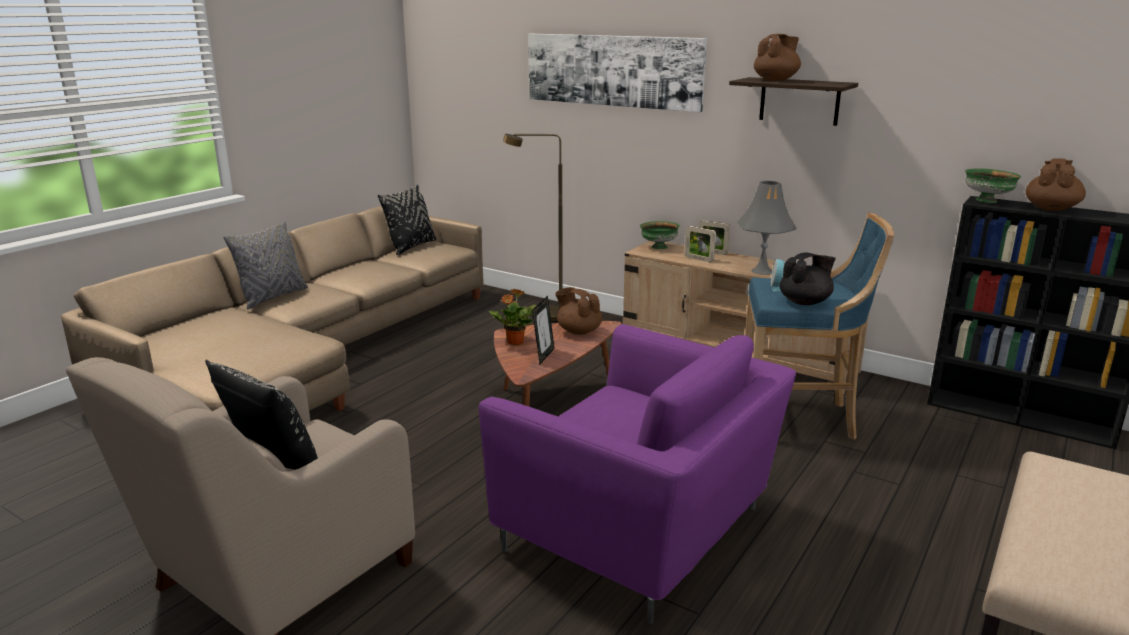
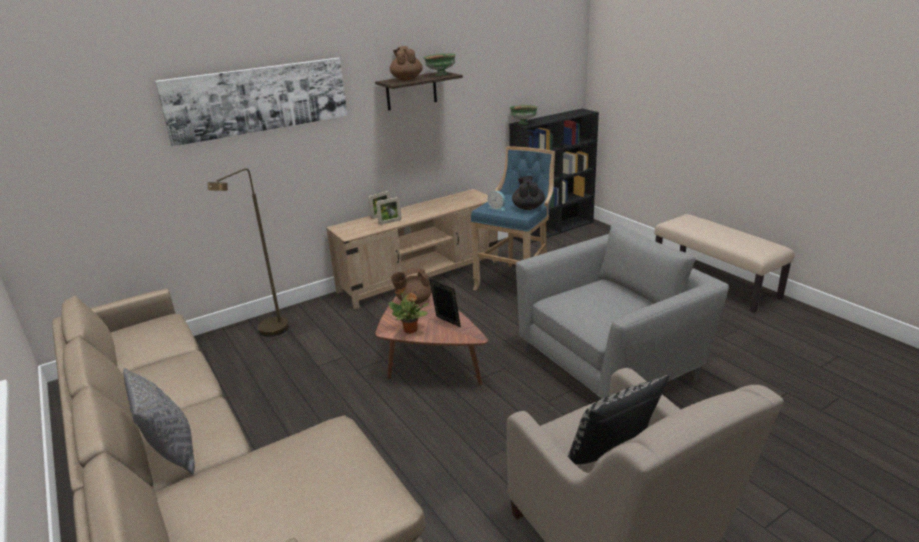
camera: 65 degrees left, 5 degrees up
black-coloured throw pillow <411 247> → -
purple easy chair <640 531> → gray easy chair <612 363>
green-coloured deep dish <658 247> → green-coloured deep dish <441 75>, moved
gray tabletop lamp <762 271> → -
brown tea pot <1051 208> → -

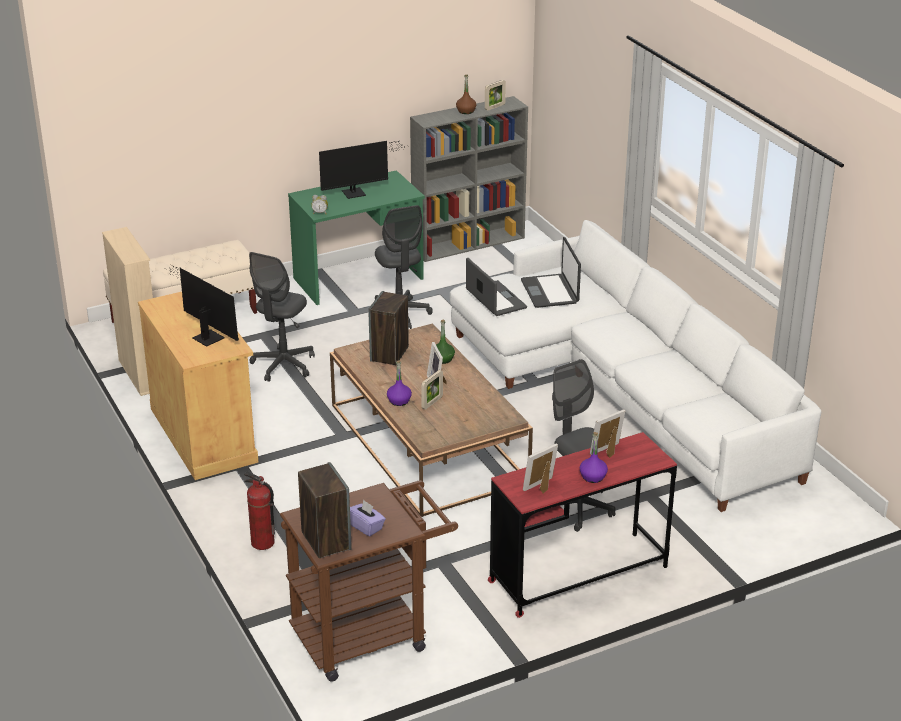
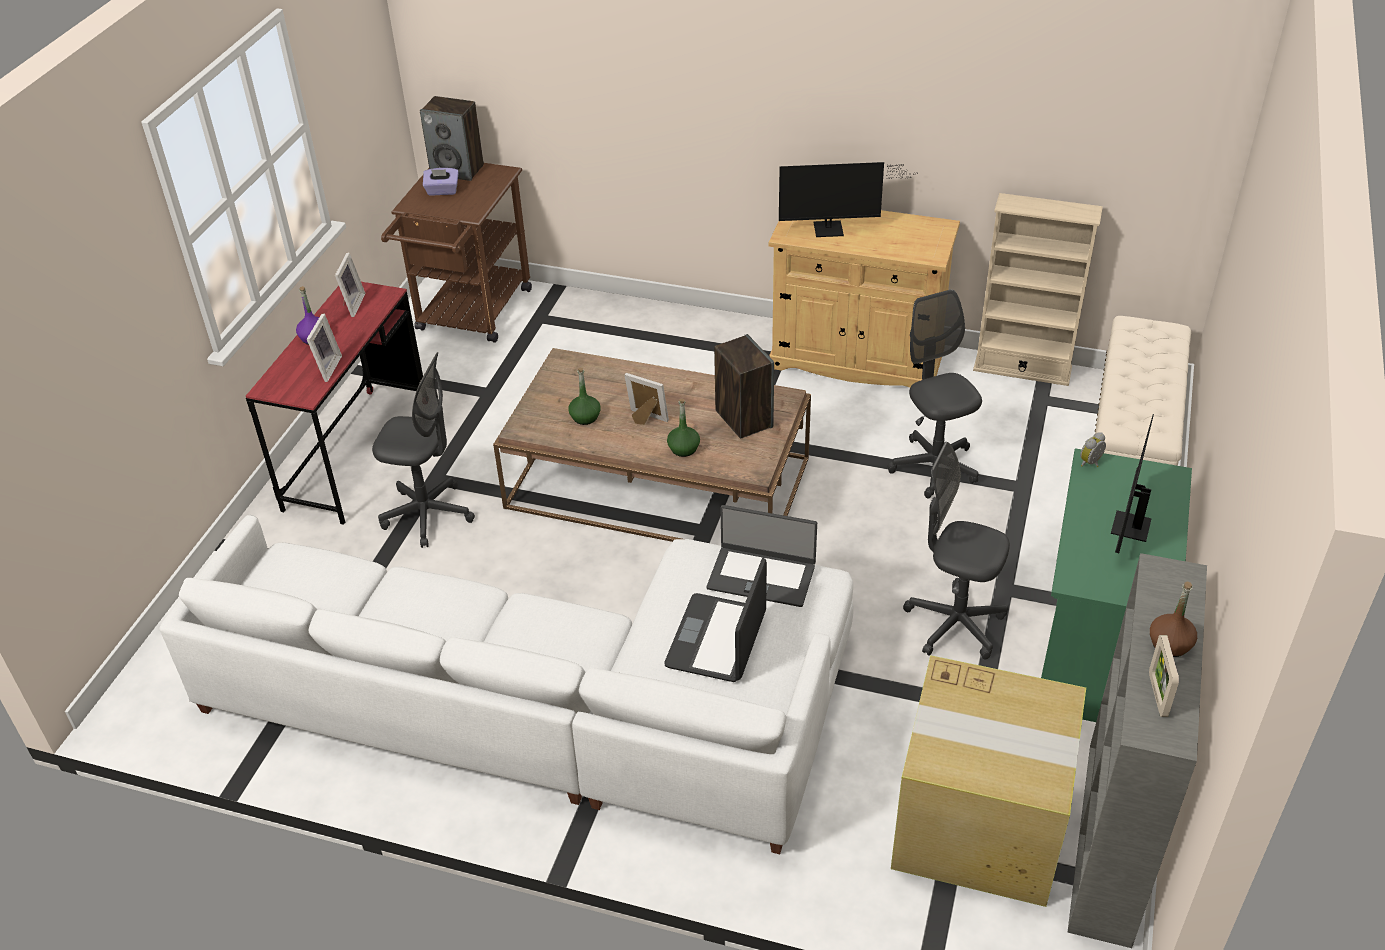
camera: 135 degrees right, 10 degrees up
fire extinguisher <262 543> → -
purple beverage bottle <399 401> → -
photo frame <432 402> → -
portable computer <550 292> → portable computer <717 639>, 105 degrees counterclockwise
- → green-coloured beverage bottle <585 417>
- → cardboard box <981 824>

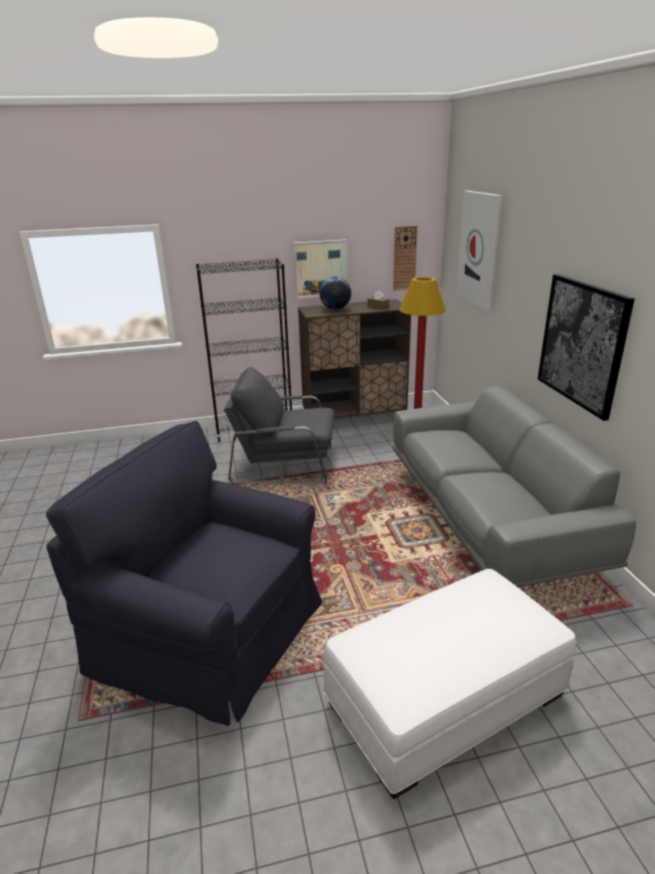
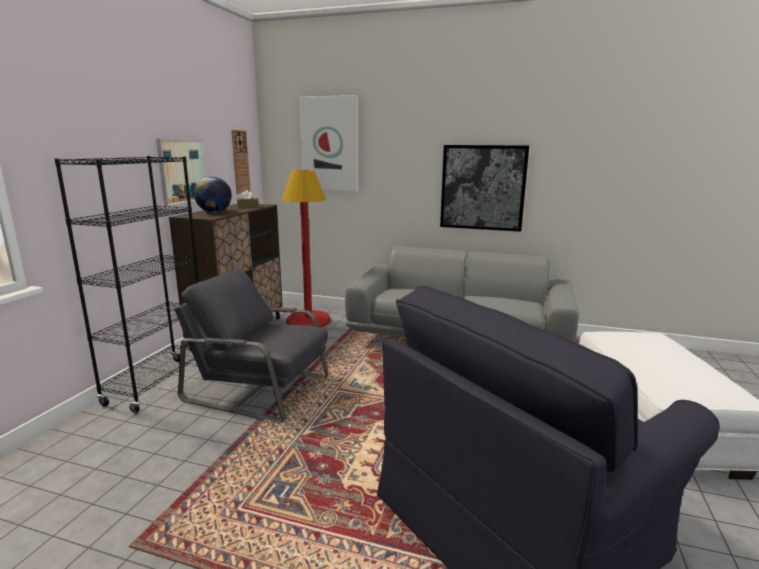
camera: 60 degrees left, 10 degrees down
gray easy chair <285 464> → gray easy chair <259 388>, 75 degrees clockwise

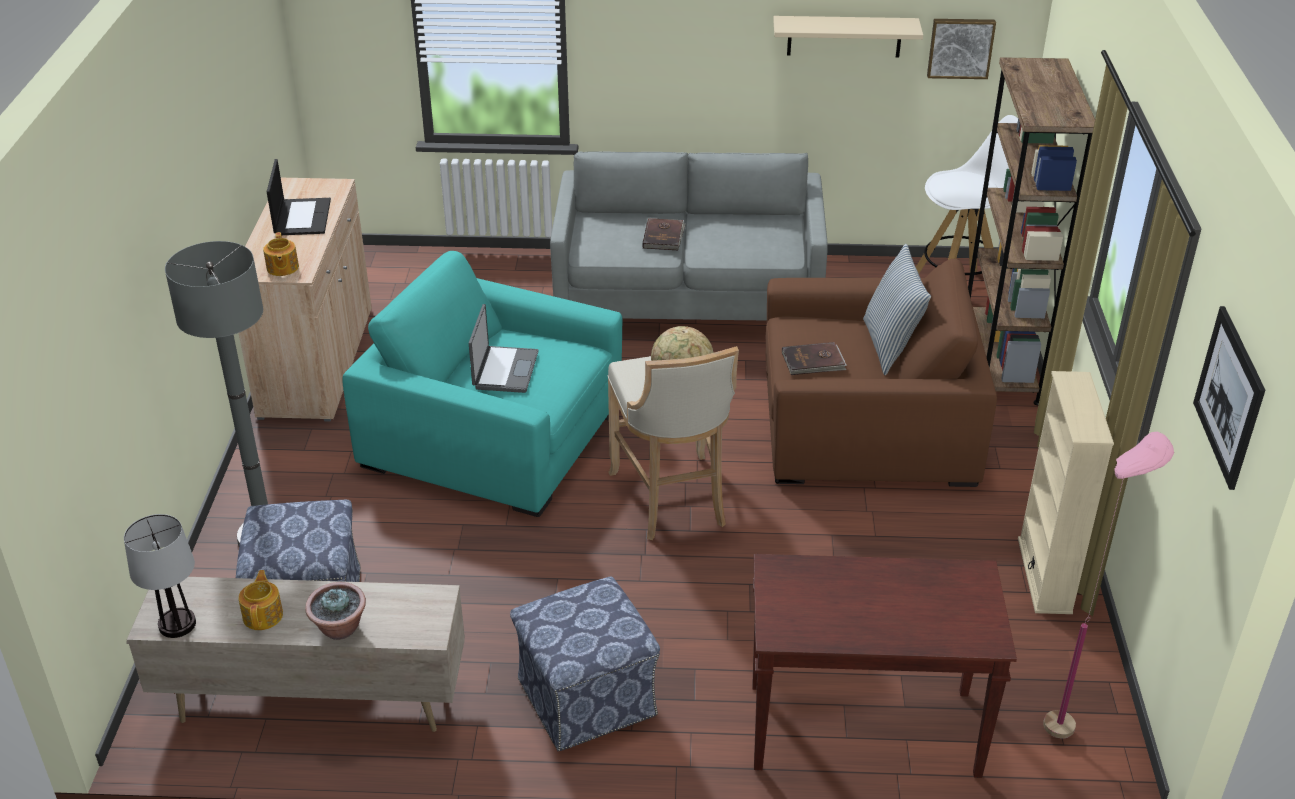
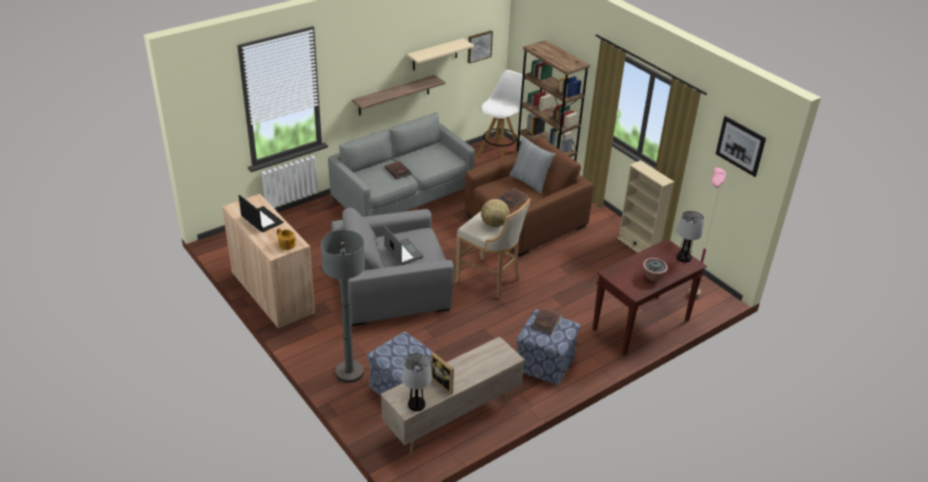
camera: 40 degrees left, 0 degrees up
tea pot <263 615> → photo frame <444 384>
potted plant <340 629> → potted plant <653 277>, moved
blue-green easy chair <494 436> → gray easy chair <391 288>
- → wall shelf <394 95>
- → brown bound book <546 322>
- → tabletop lamp <684 257>

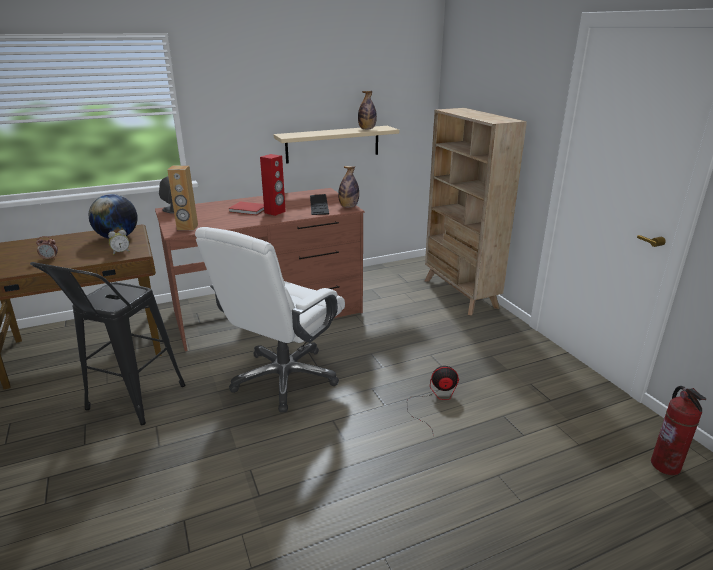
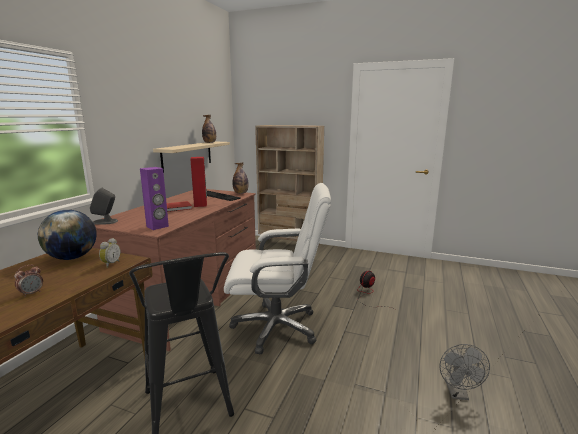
camera: 45 degrees left, 10 degrees down
brown speaker <187 227> → purple speaker <157 226>
white-coloured office chair <284 378> → white-coloured office chair <277 327>, 75 degrees counterclockwise
fire extinguisher <666 465> → -
- → gray electric fan <458 393>

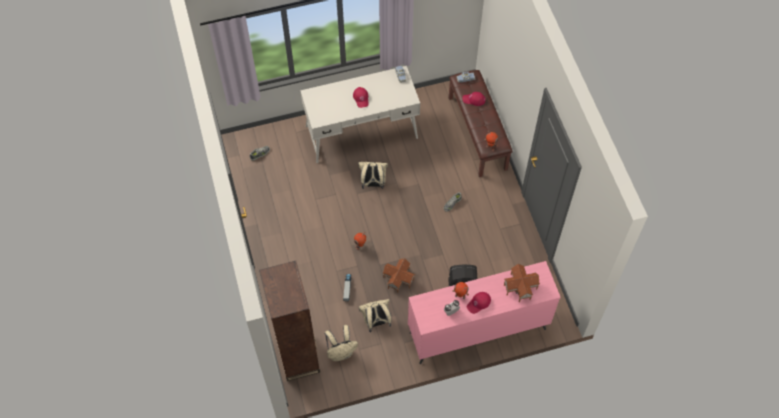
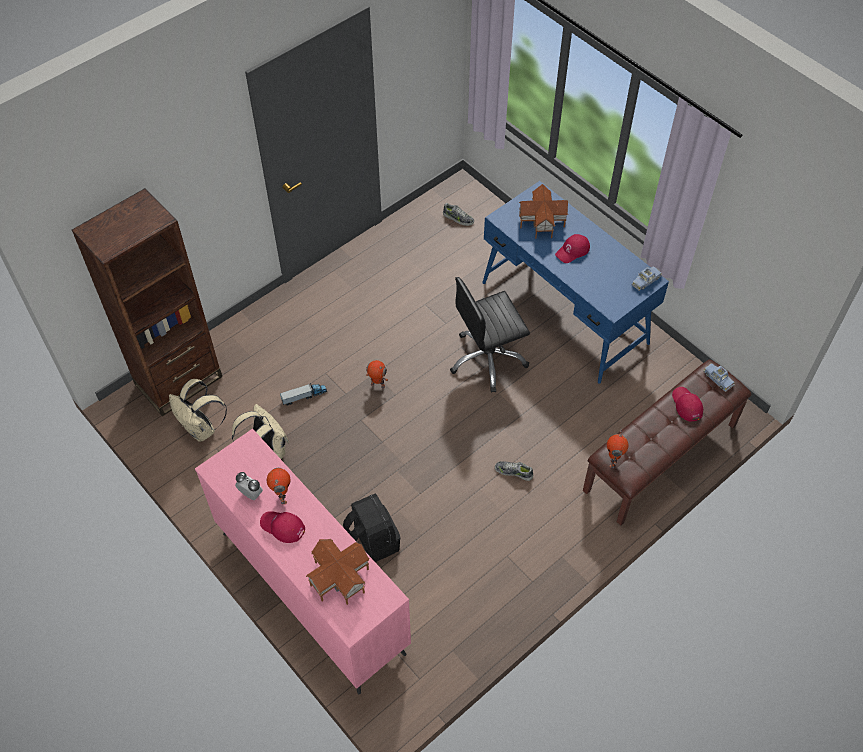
camera: 65 degrees right, 5 degrees down
white-coloured desk unit <362 132> → bluish desk unit <564 313>
beige knapsack <373 184> → black-coloured office chair <488 359>
miniature house <398 279> → miniature house <541 221>, moved

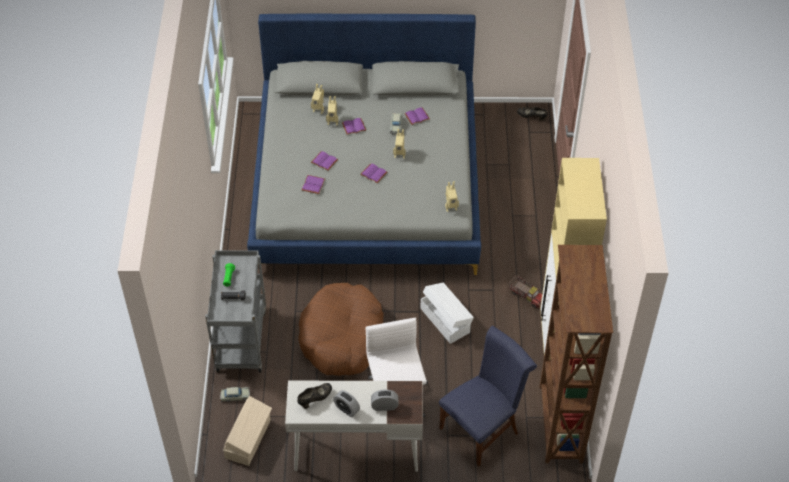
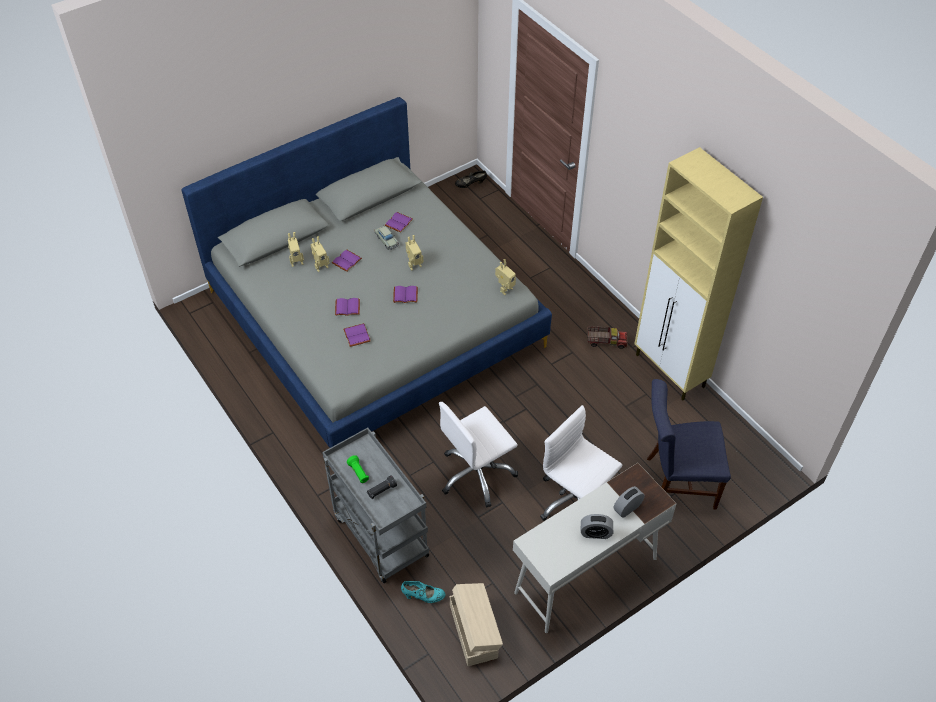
camera: 35 degrees left, 0 degrees up
beige toy car <235 396> → blue-green low shoe <423 596>
black-coloured low shoe <315 399> → -
brown dog cushion <342 337> → white-coloured office chair <477 474>
white-coloured storage bin <445 319> → -
bluish chair <482 428> → bluish chair <675 482>, 105 degrees counterclockwise
brown shelving unit <559 424> → -

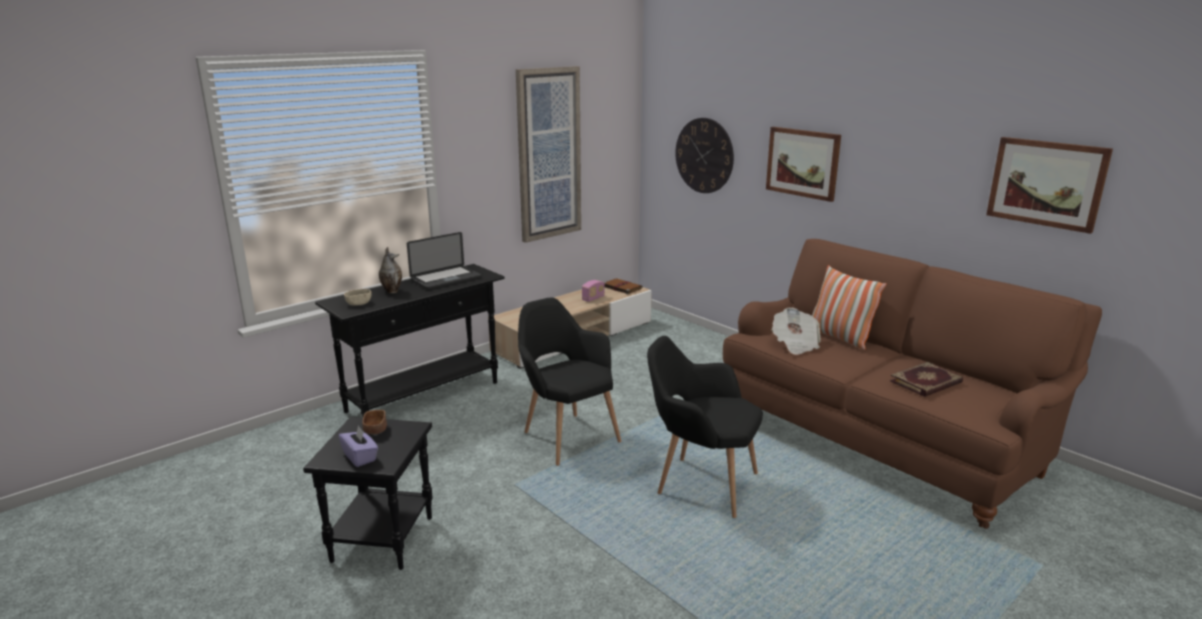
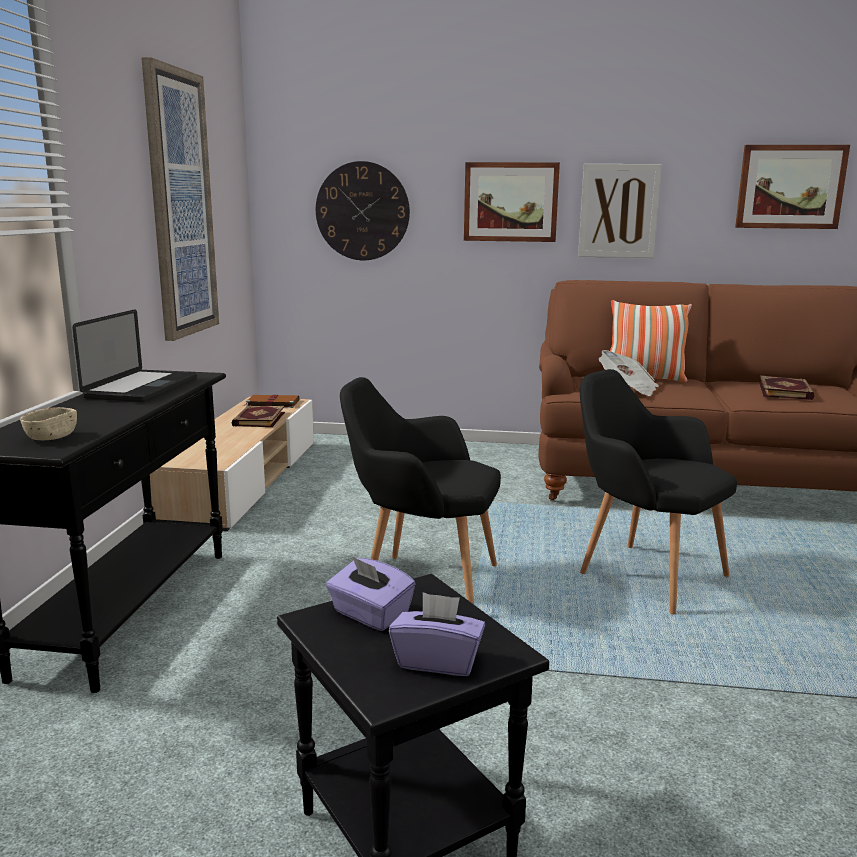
camera: 40 degrees left, 5 degrees down
brown deep dish <375 430> → purple tissue box <370 615>
flower vase <392 291> → -
radio receiver <593 298> → bound book <258 419>
black-coloured easy chair <700 483> → black-coloured easy chair <643 573>, 60 degrees clockwise
- → wall picture <618 211>

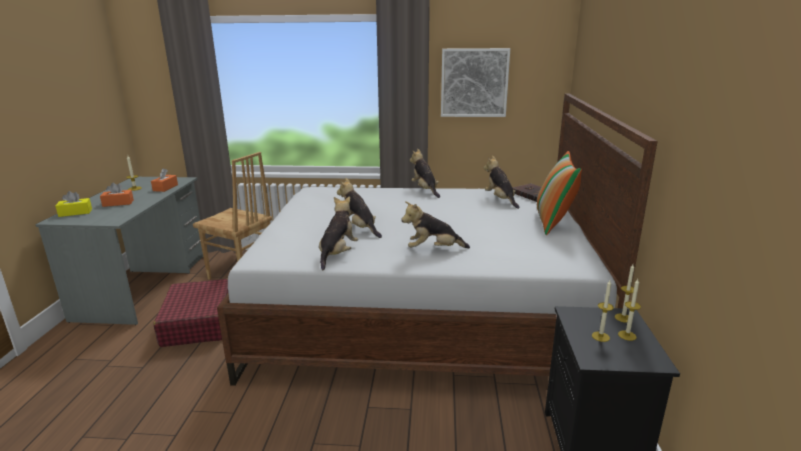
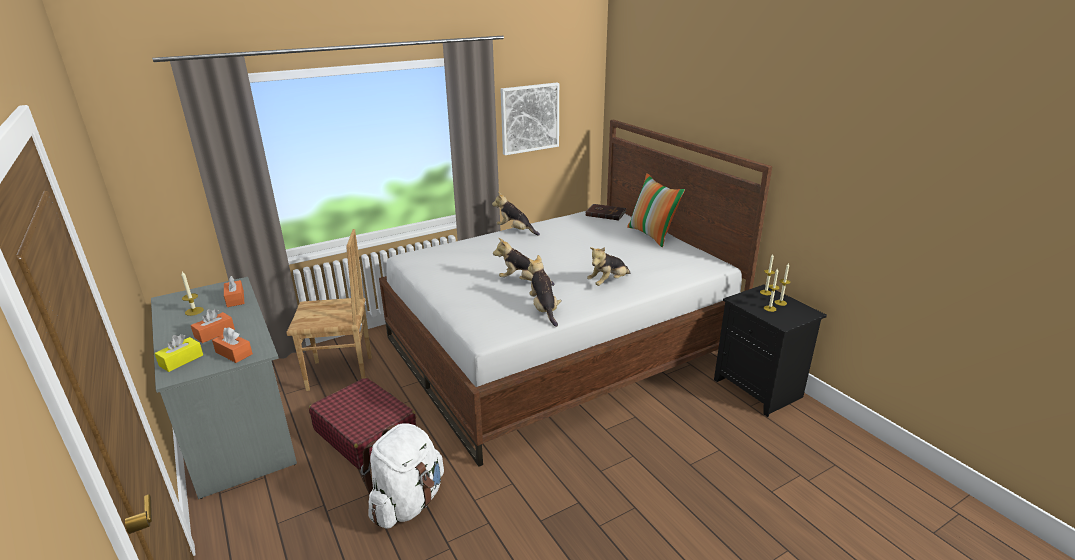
camera: 35 degrees left, 5 degrees up
cuddly toy <500 200> → -
- → orange-coloured tissue box <234 353>
- → white-coloured knapsack <408 502>

